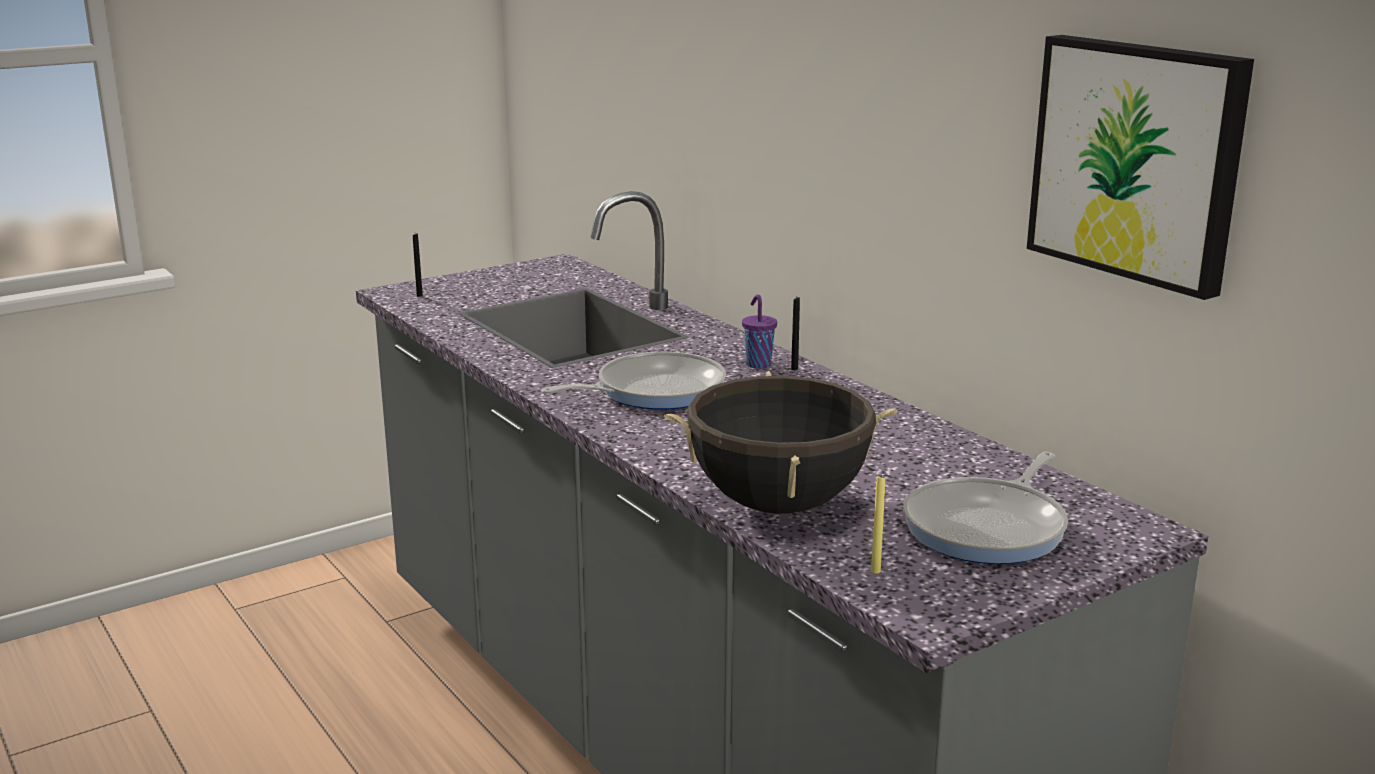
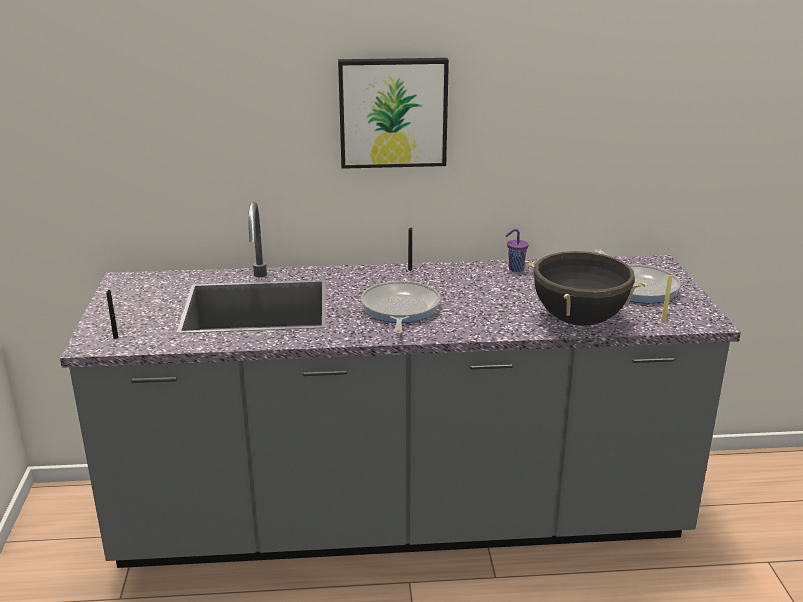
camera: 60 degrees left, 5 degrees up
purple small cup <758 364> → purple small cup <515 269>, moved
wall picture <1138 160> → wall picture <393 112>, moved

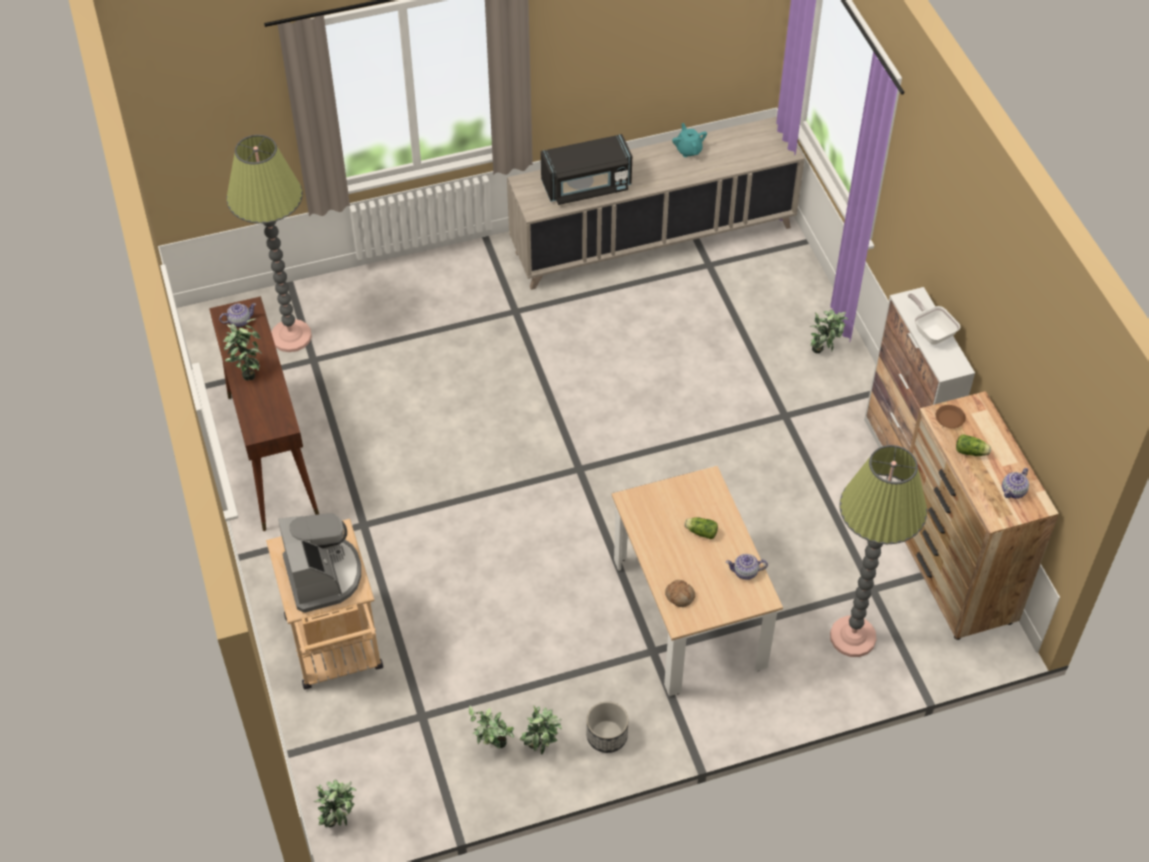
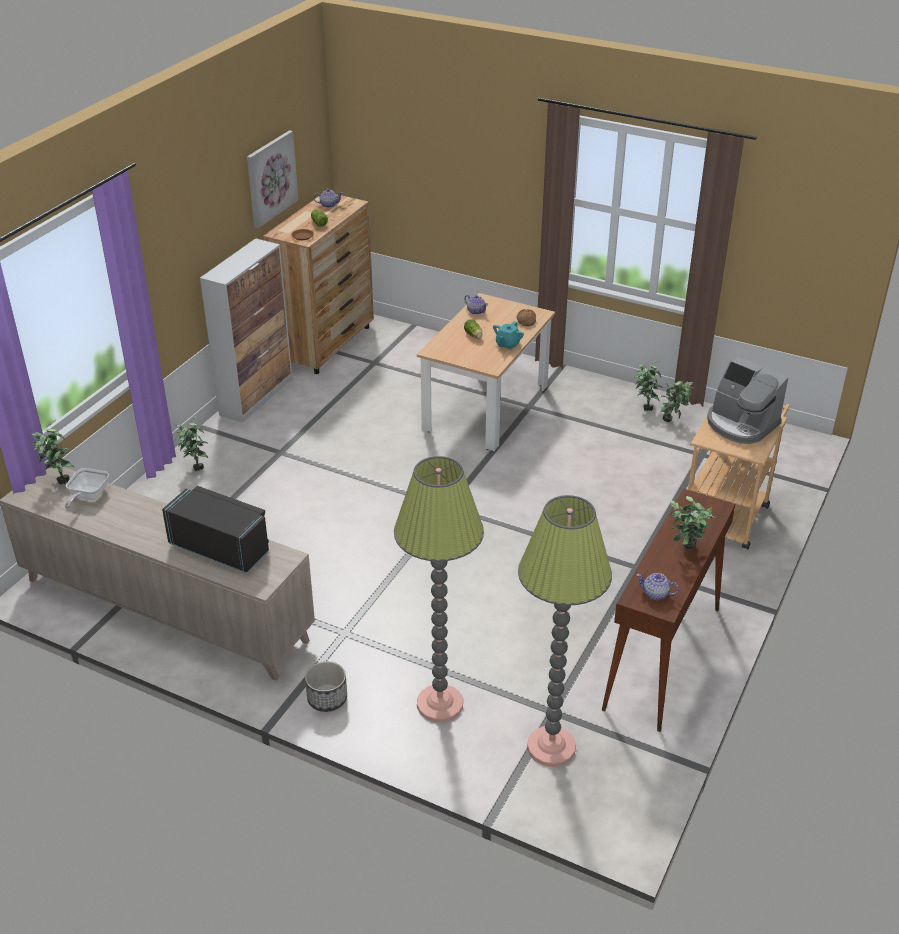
camera: 135 degrees left, 15 degrees down
coffee machine <323 575> → coffee machine <740 424>, 75 degrees counterclockwise
potted plant <339 821> → potted plant <58 479>, moved
flower pot <606 735> → flower pot <327 699>, moved
blue-green tea pot <688 150> → blue-green tea pot <507 344>, moved
standard lamp <853 637> → standard lamp <439 704>, moved
frying pan <931 331> → frying pan <87 496>, moved
- → wall picture <271 178>

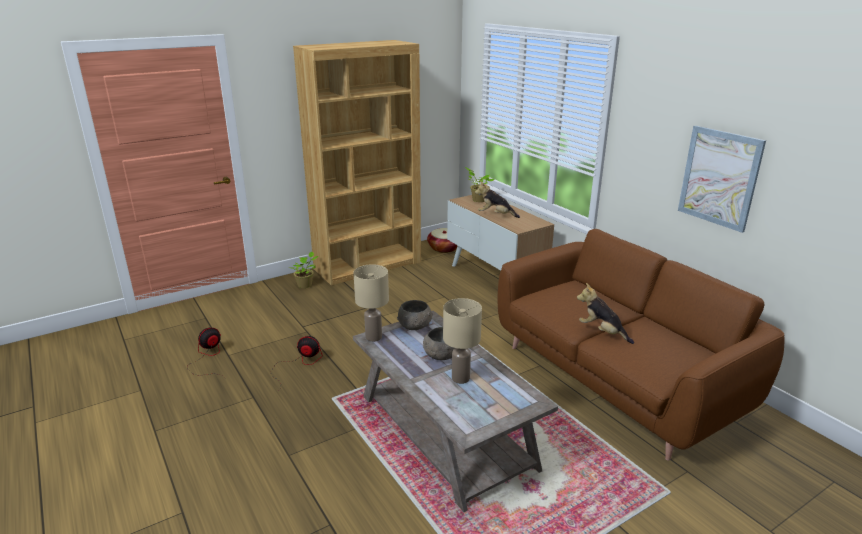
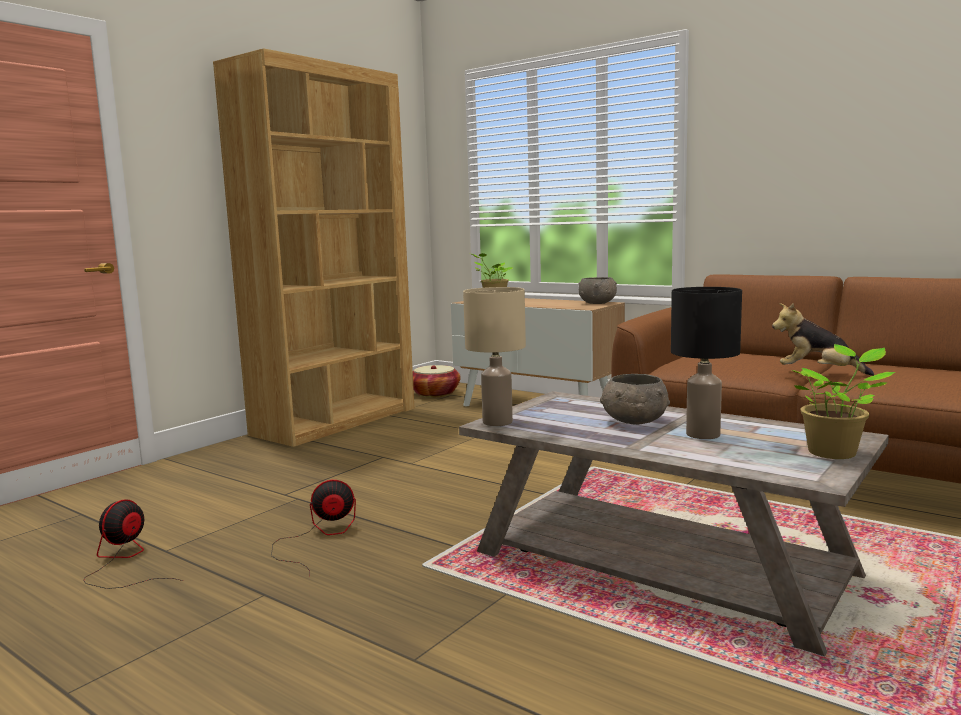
camera: 20 degrees left, 15 degrees down
potted plant <306 285> → potted plant <835 452>, moved
gray deep dish <415 326> → gray deep dish <598 303>, moved
beige tabletop lamp <460 378> → black-coloured tabletop lamp <702 434>
cuddly toy <495 215> → -
wall picture <719 177> → -

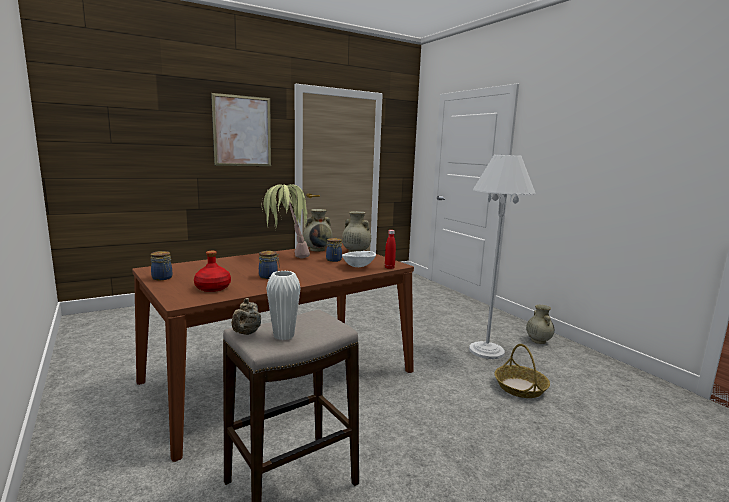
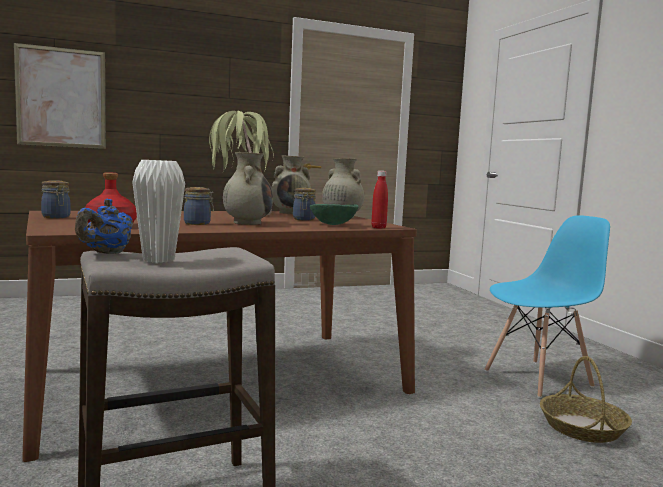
camera: 10 degrees right, 5 degrees down
wall picture <242 131> → wall picture <61 97>, moved
beige tea pot <246 333> → bluish tea pot <106 253>
white-coloured deep dish <358 267> → green-coloured deep dish <333 225>
white-coloured standard lamp <486 351> → bluish chair <538 378>
beige flower vase <538 340> → beige flower vase <247 223>, moved

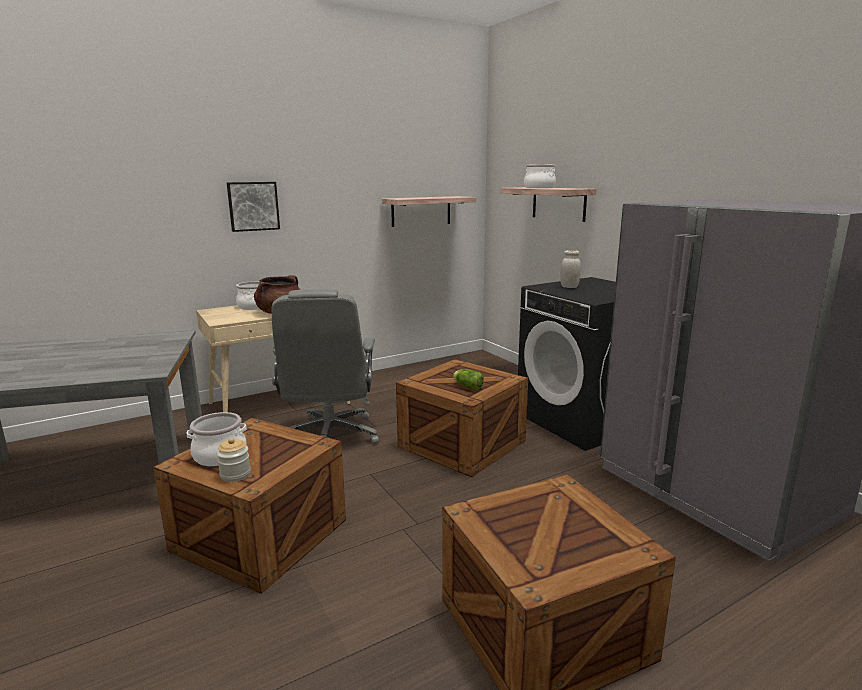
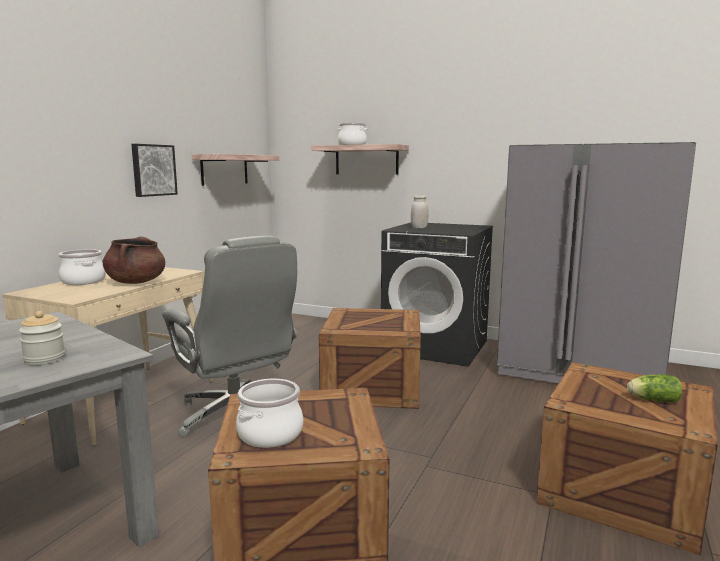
camera: 35 degrees left, 5 degrees down
jar <235 474> → jar <44 359>, moved
wall picture <253 206> → wall picture <153 170>, moved
lettuce head <467 386> → lettuce head <652 400>, moved

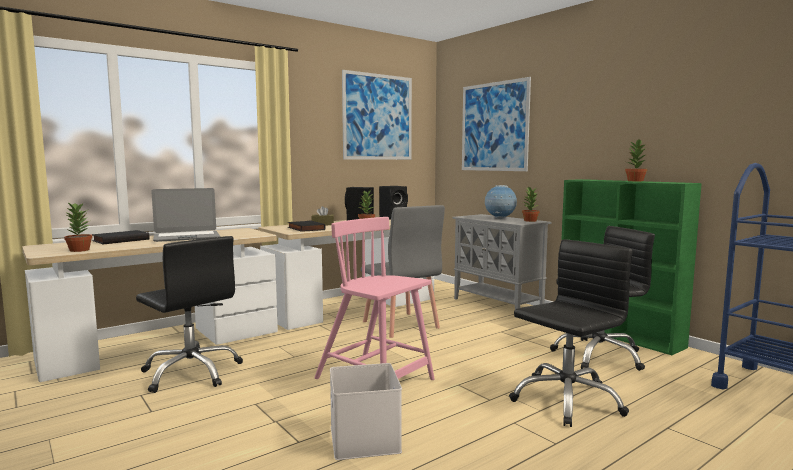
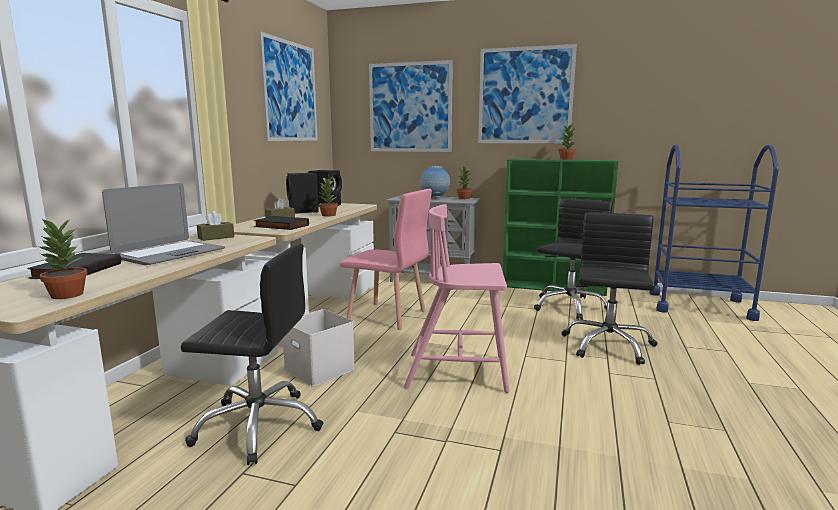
camera: 35 degrees left, 5 degrees up
white-coloured storage bin <366 439> → white-coloured storage bin <321 369>, moved
gray chair <400 325> → pinkish chair <387 316>
- → brown tissue box <216 237>
- → wall picture <525 96>

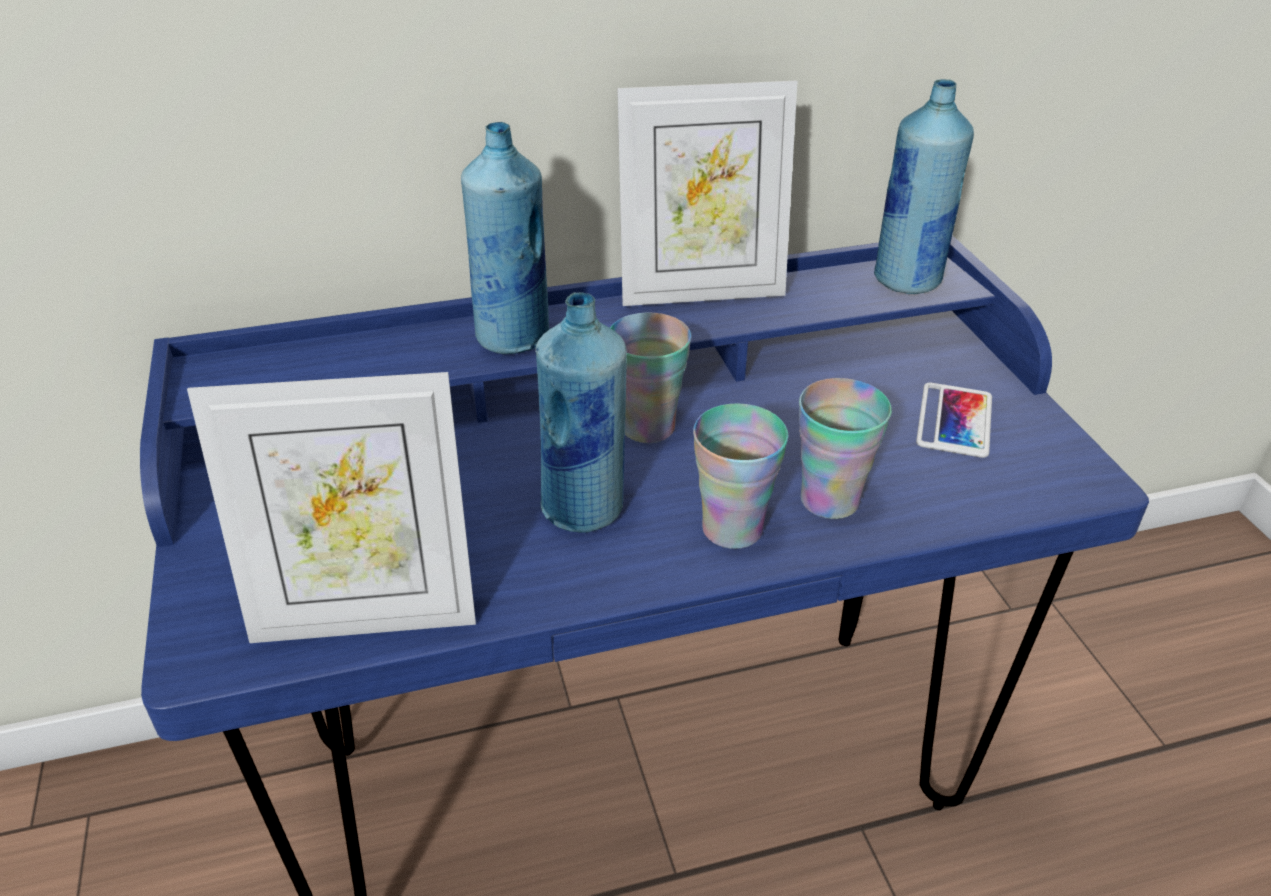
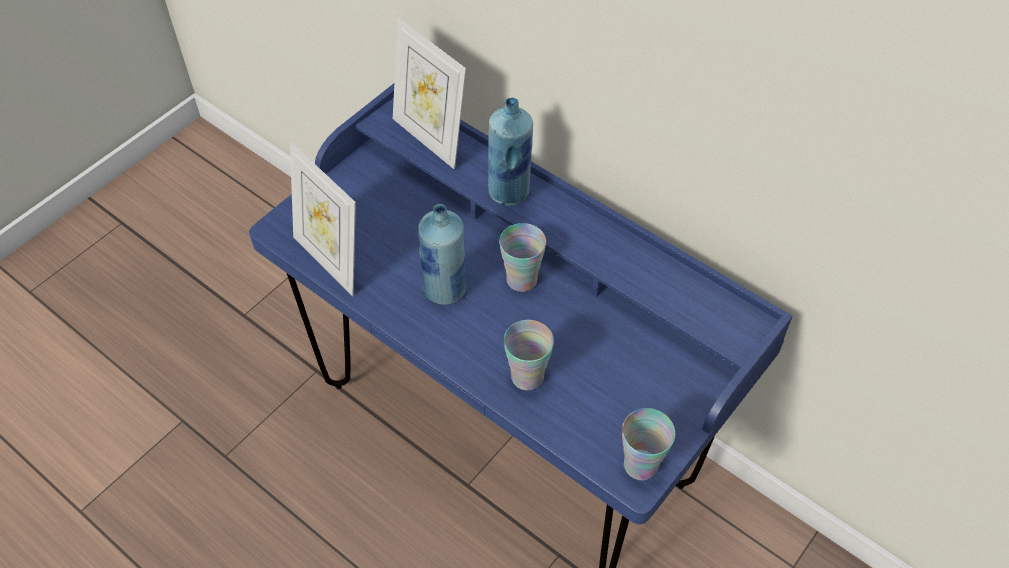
camera: 55 degrees right, 15 degrees up
photo frame <701 292> → photo frame <430 138>, moved
small cup <732 529> → small cup <640 465>, moved
bluish beverage bottle <907 280> → -
phone <954 420> → -

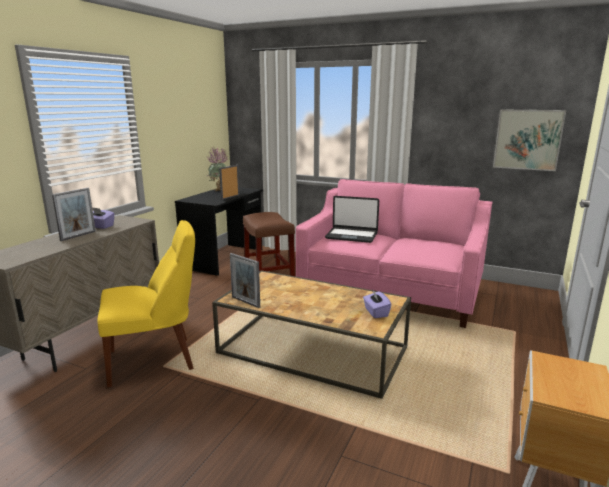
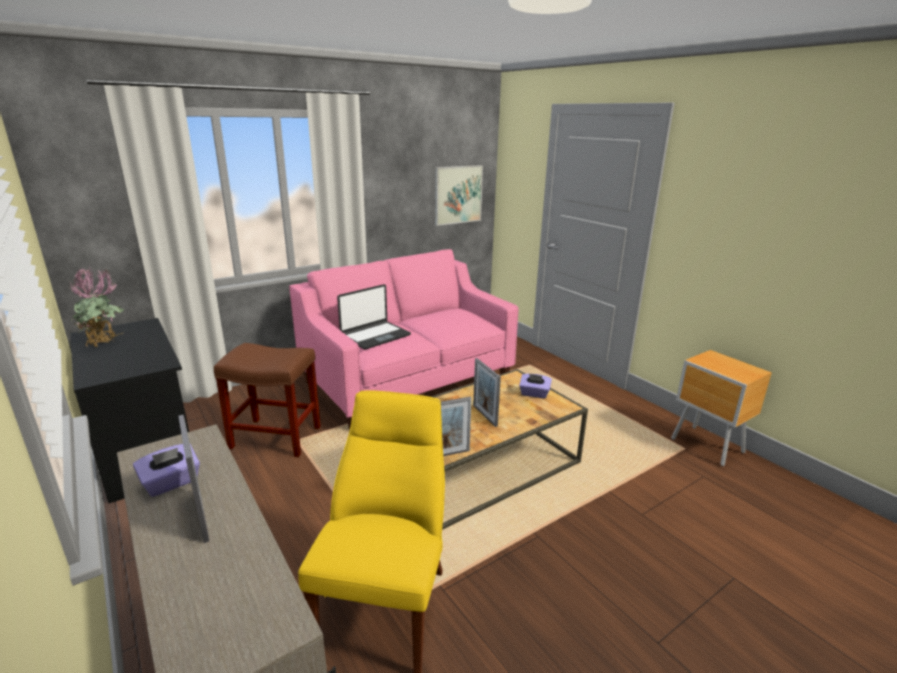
camera: 60 degrees left, 5 degrees up
photo frame <230 197> → photo frame <484 415>, moved

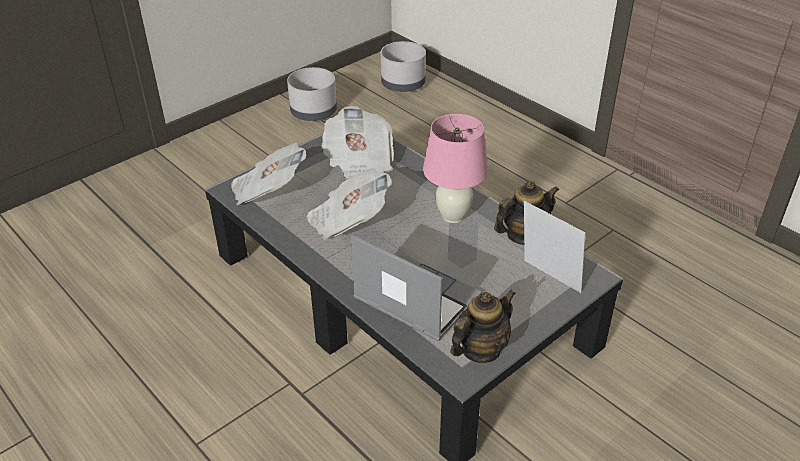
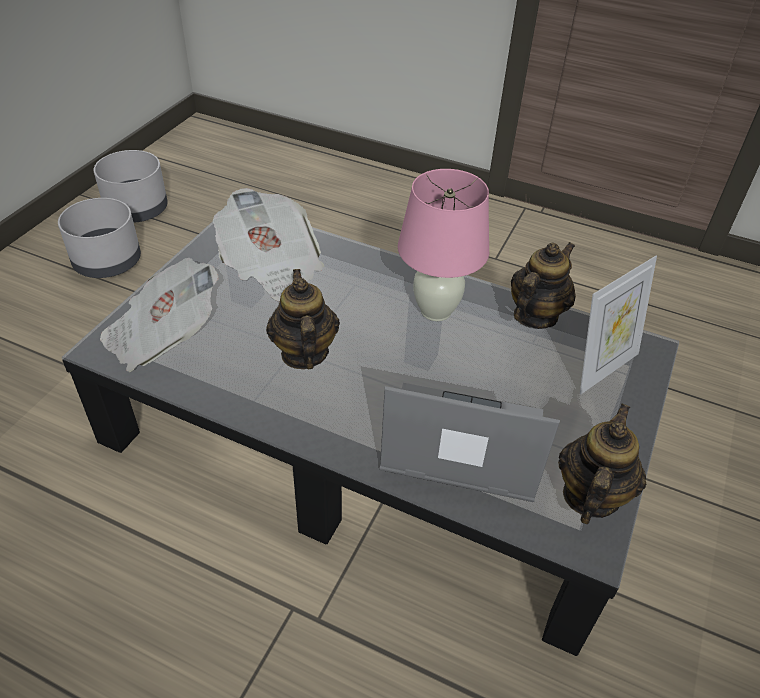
camera: 25 degrees left, 5 degrees up
newspaper <348 221> → tea pot <304 353>
gray flower pot <403 84> → gray flower pot <107 262>, moved
photo frame <548 280> → photo frame <602 368>, 120 degrees clockwise

